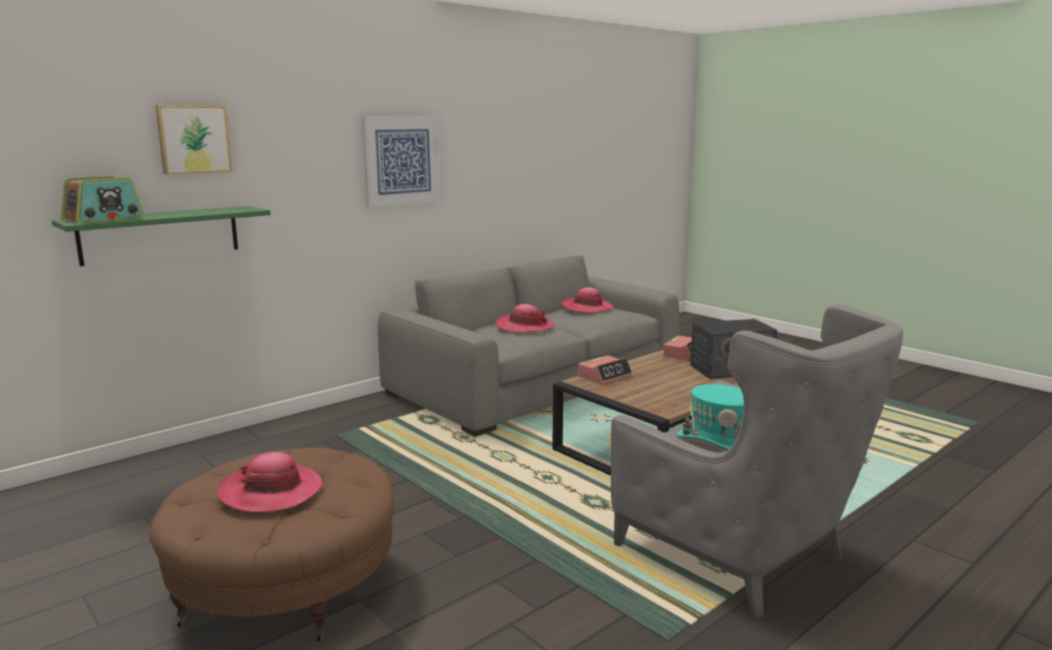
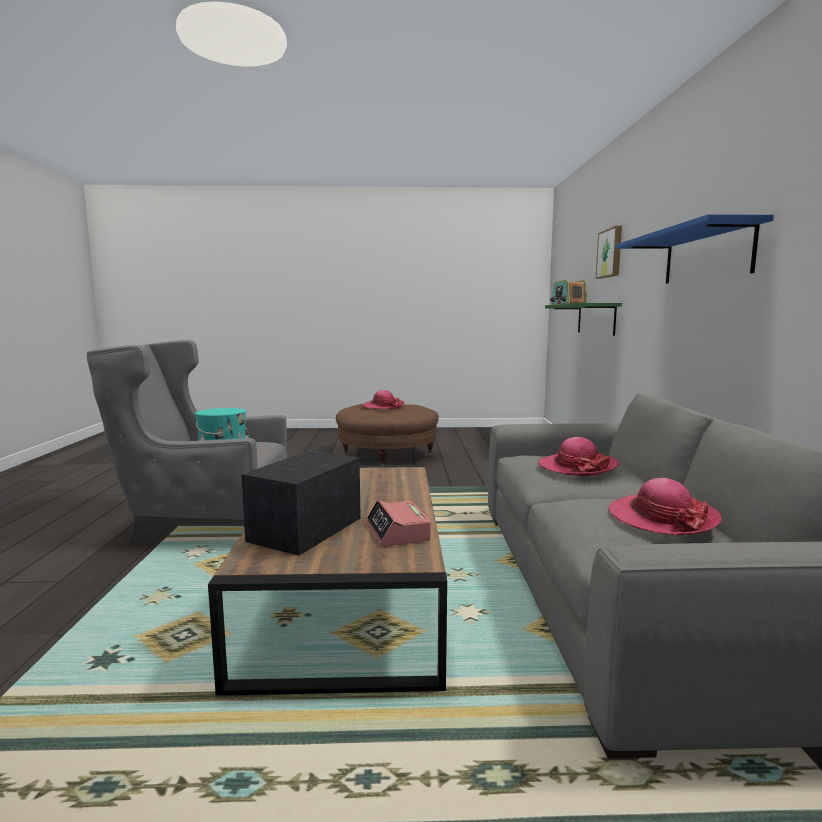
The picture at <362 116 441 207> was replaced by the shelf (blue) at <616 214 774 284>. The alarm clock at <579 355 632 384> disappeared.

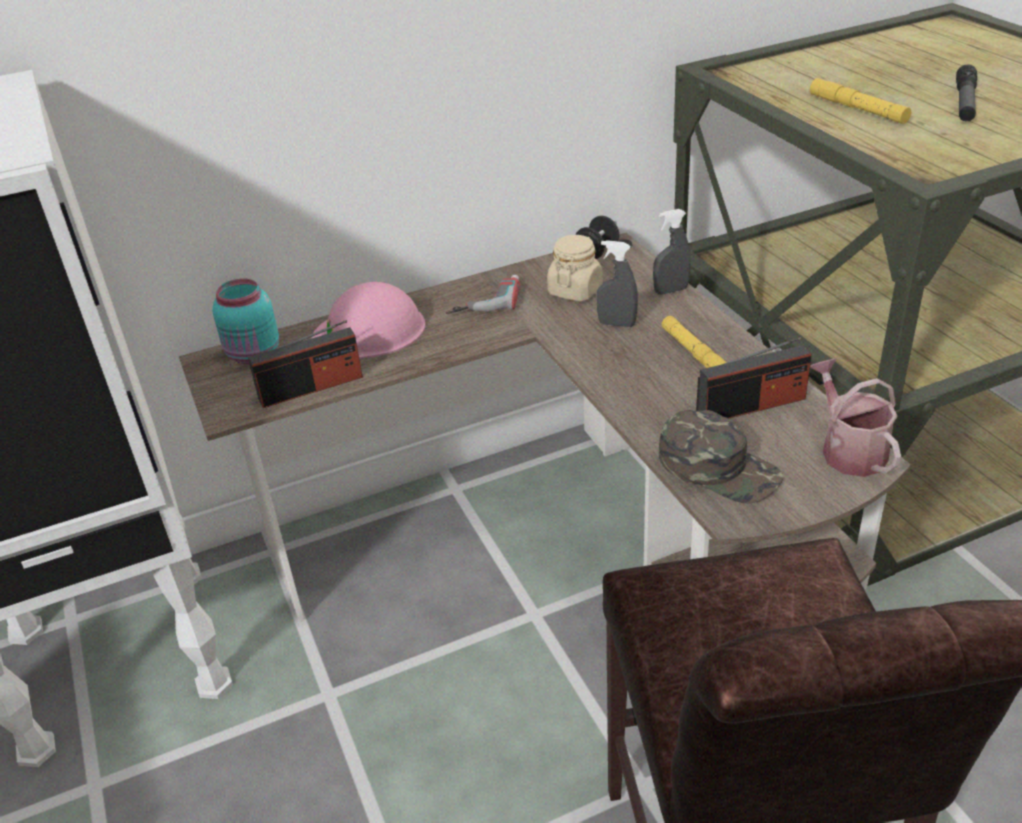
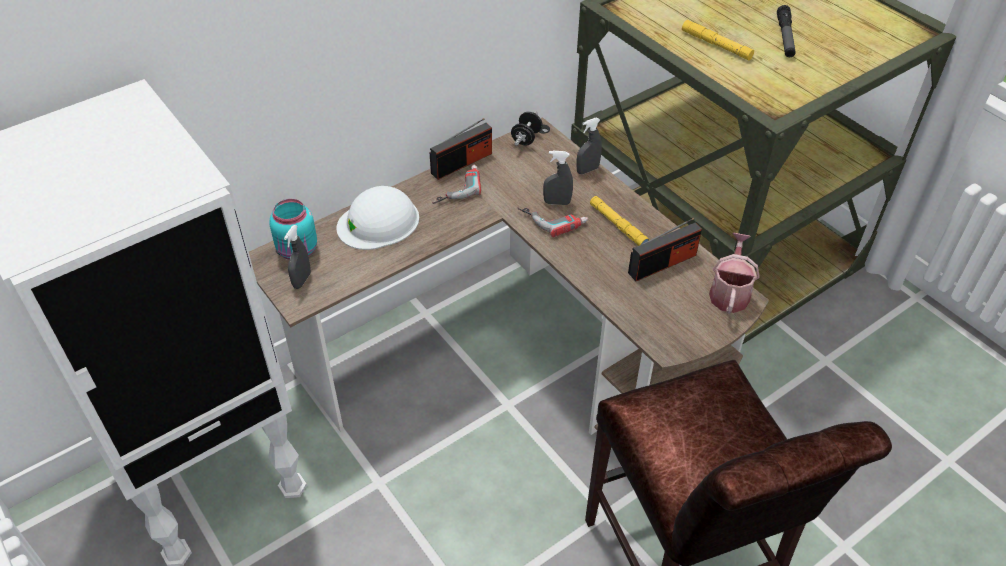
The radio moved from <248 320 363 408> to <430 118 492 180>. The hard hat (pink) at <312 282 426 359> became the hard hat (white) at <336 186 419 250>. The jar (beige) at <547 235 603 301> disappeared. The cap (green) at <658 410 783 503> disappeared. The watering can at <810 358 901 477> turned 45 degrees clockwise. The spray bottle (grey) at <284 225 311 289> appeared. The power drill at <518 207 588 237> appeared.

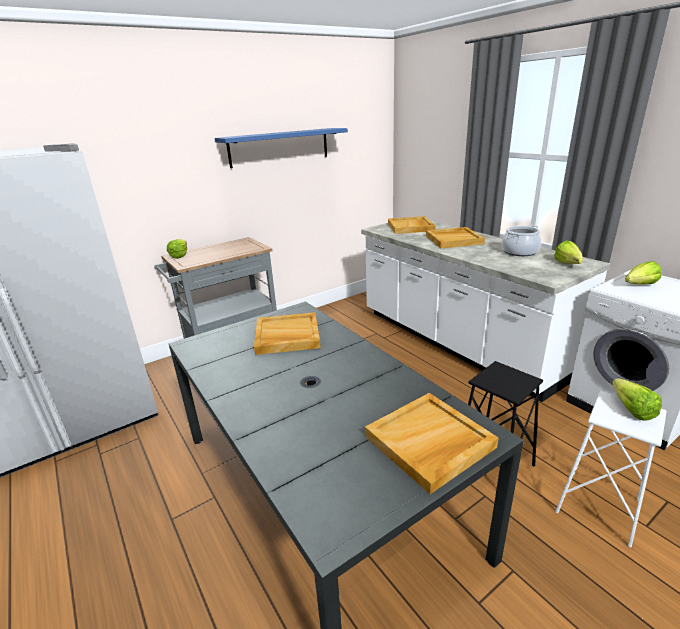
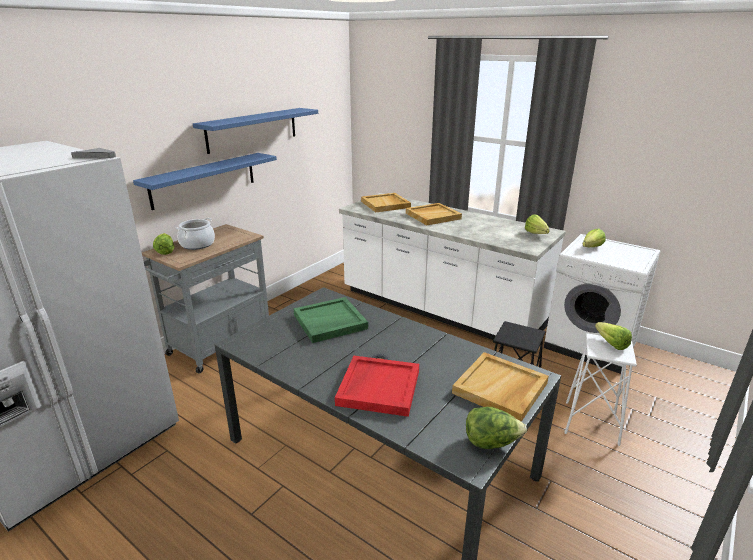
The tray (beige) at <254 312 320 355> became the tray (green) at <293 297 368 343>. The cooking pot moved from <502 225 541 256> to <176 218 215 250>. The shelf (blue) at <133 153 277 210> appeared. The tray (red) at <335 356 419 417> appeared. The lettuce at <466 407 527 449> appeared.

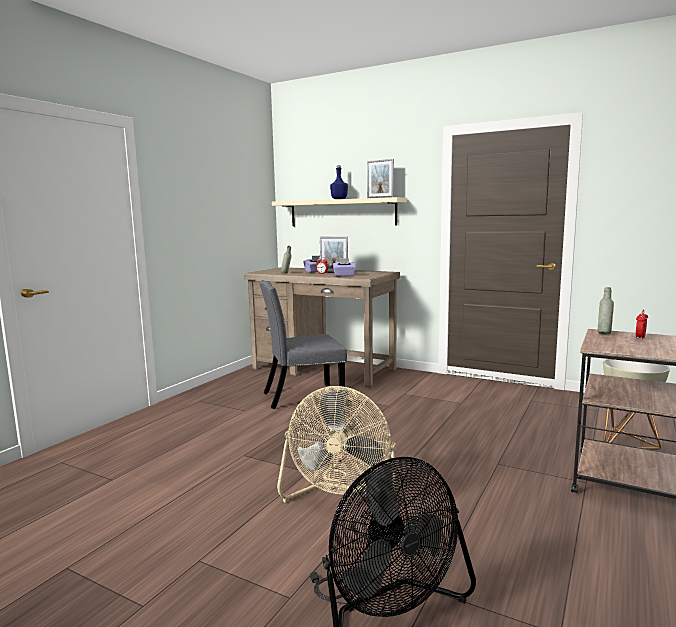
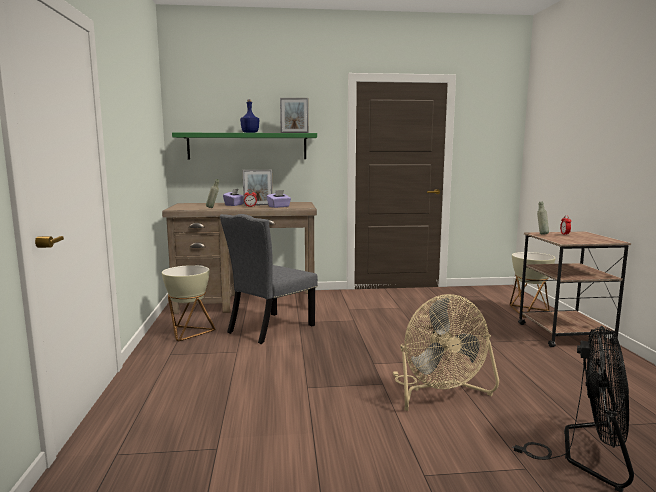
The shelf (beige) at <272 197 407 226> became the shelf (green) at <172 133 317 159>. The planter at <162 265 216 341> appeared.

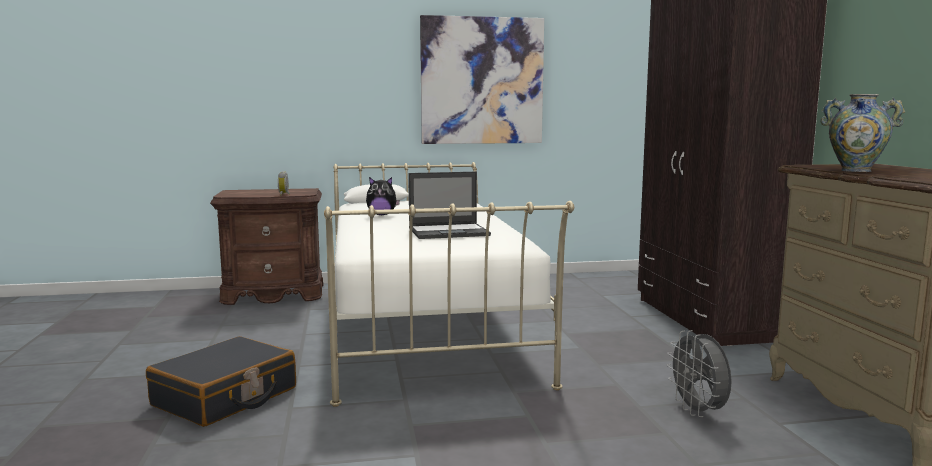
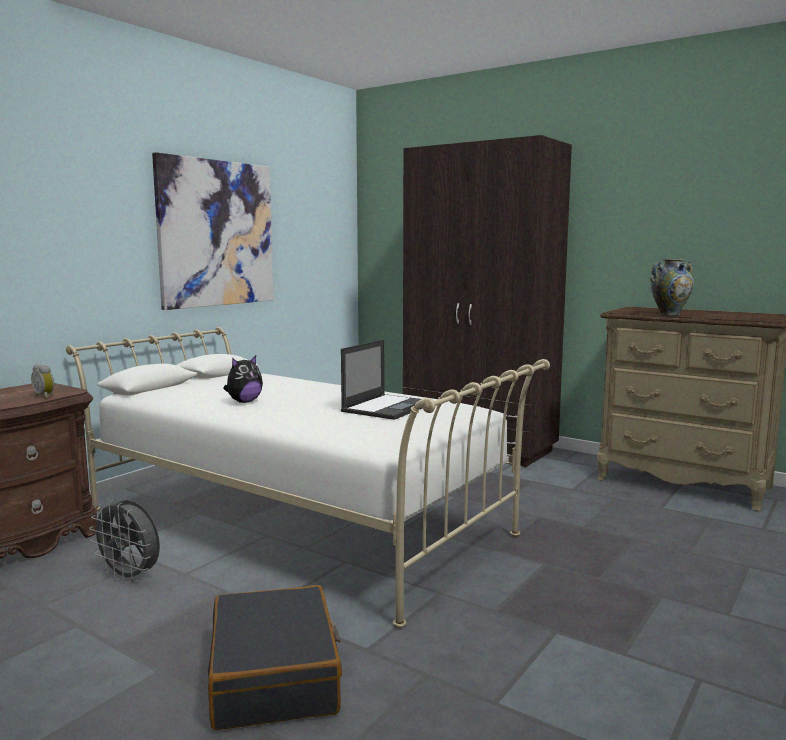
The fan (grey) moved from <667 330 732 417> to <89 500 160 584>.

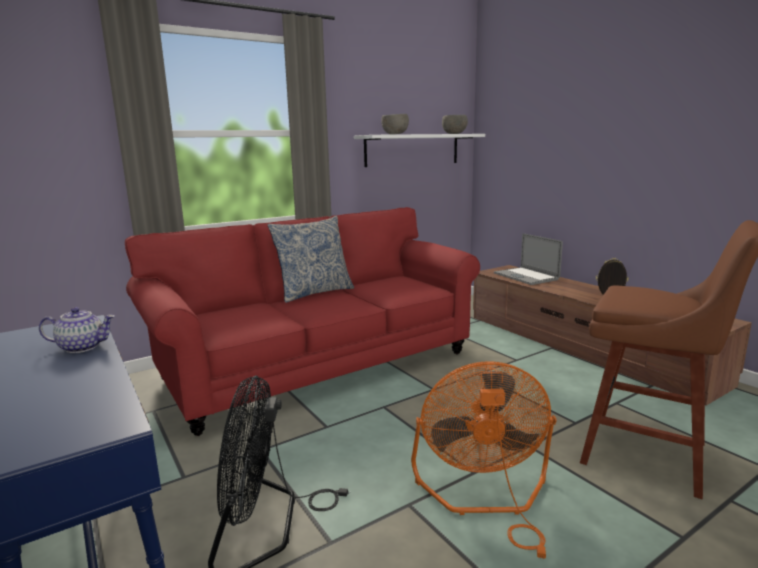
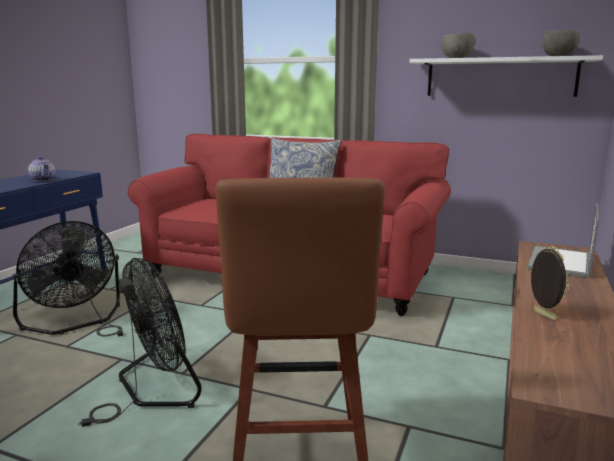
The fan (orange) at <411 362 557 558> became the fan (black) at <78 258 201 427>.

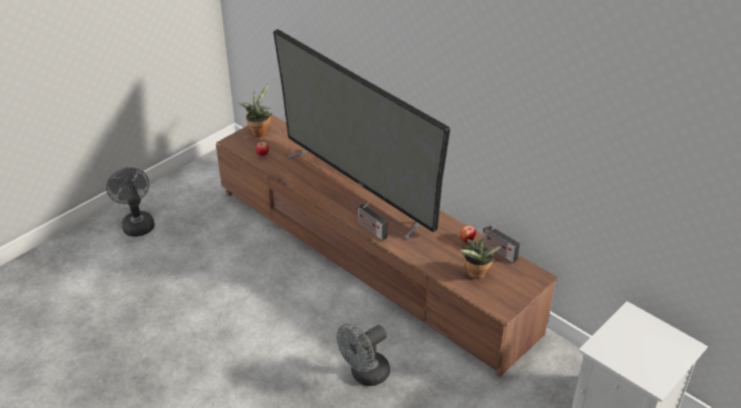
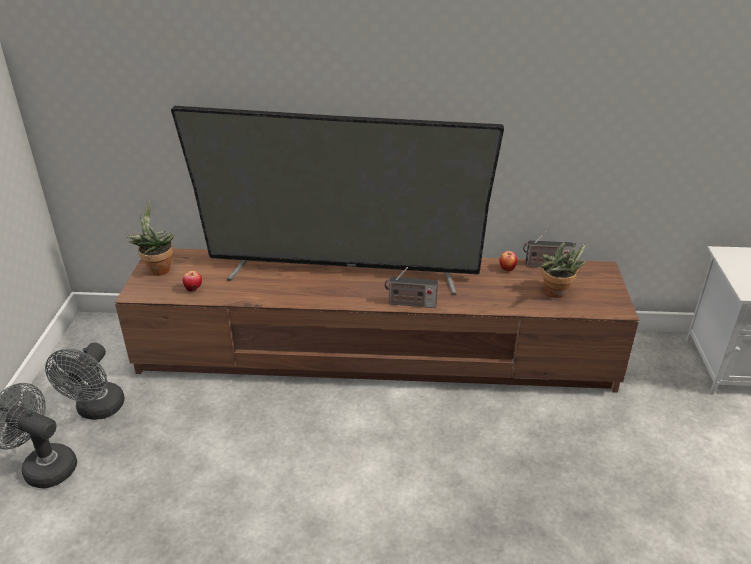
The fan (grey) moved from <337 323 390 386> to <45 342 125 420>.

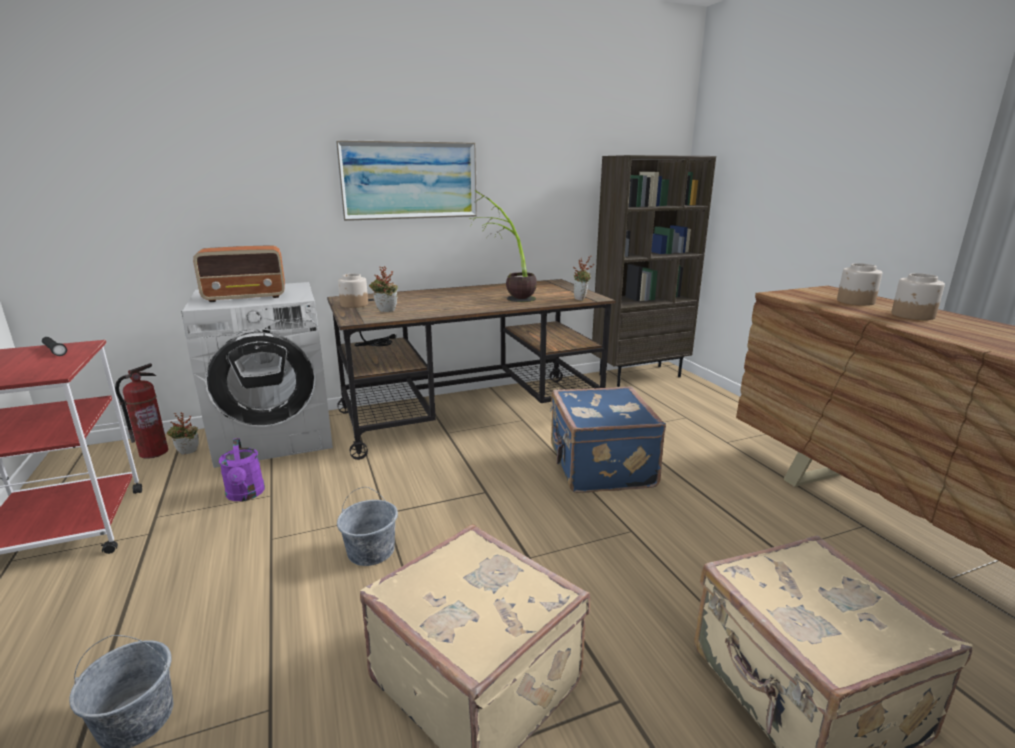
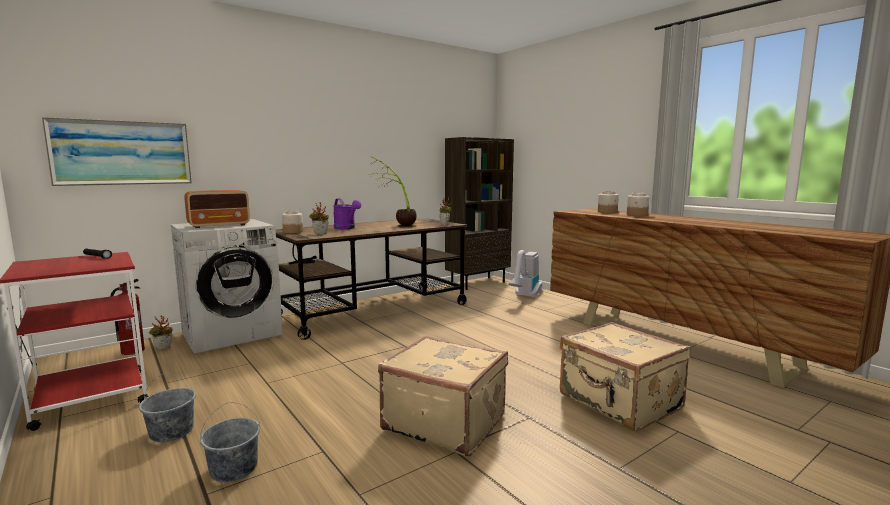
The watering can (purple) moved from <219 438 265 501> to <333 199 361 229>. The picture moved from <335 140 477 221> to <42 117 192 186>. The bucket (grey) moved from <337 487 398 566> to <139 373 196 442>. The suitcase (blue) at <550 387 666 493> disappeared. The vacuum cleaner at <508 250 542 298> appeared.

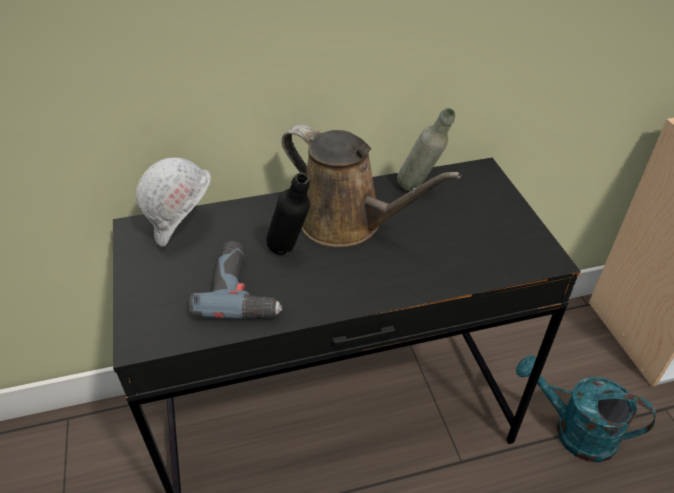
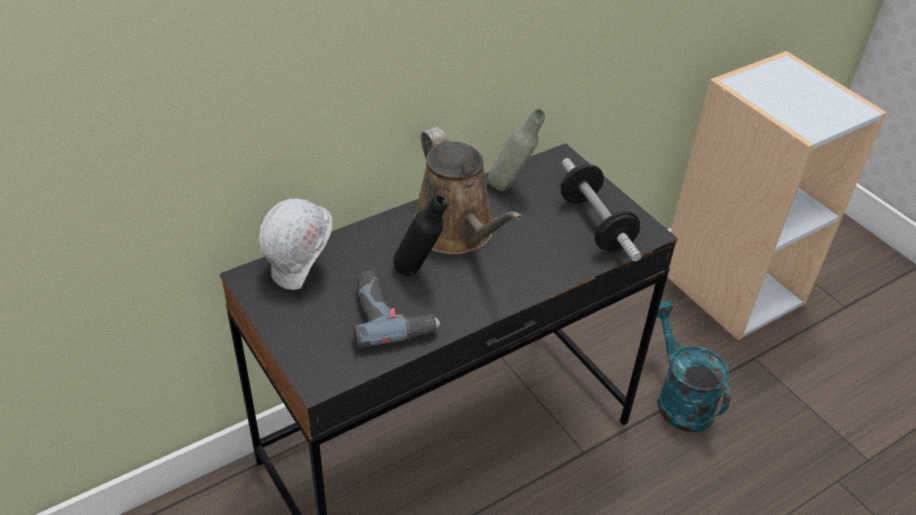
The watering can (brown) at <282 125 461 247> turned 45 degrees clockwise. The watering can (turquoise) at <516 355 656 462> turned 60 degrees clockwise. The dumbbell at <561 158 642 261> appeared.

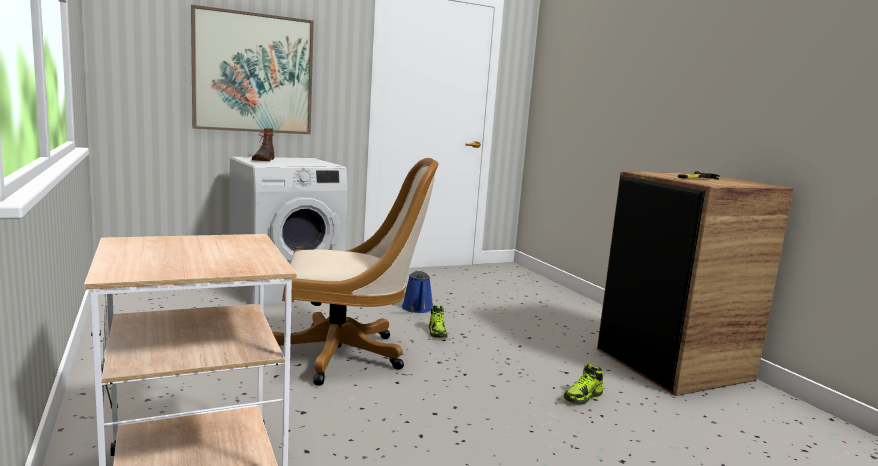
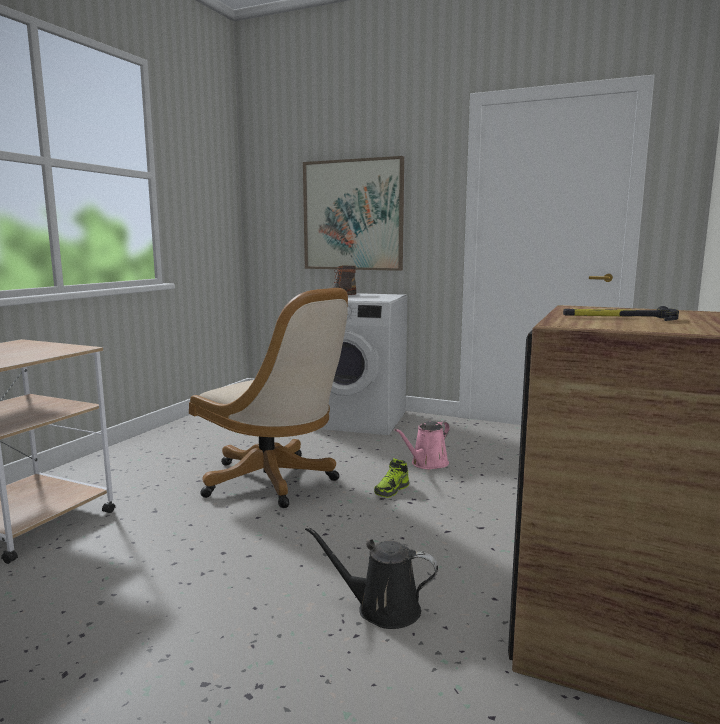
The watering can (blue) at <402 270 433 313> became the watering can (pink) at <395 421 450 469>. The shoe at <564 363 603 406> was replaced by the watering can (black) at <305 527 438 629>.

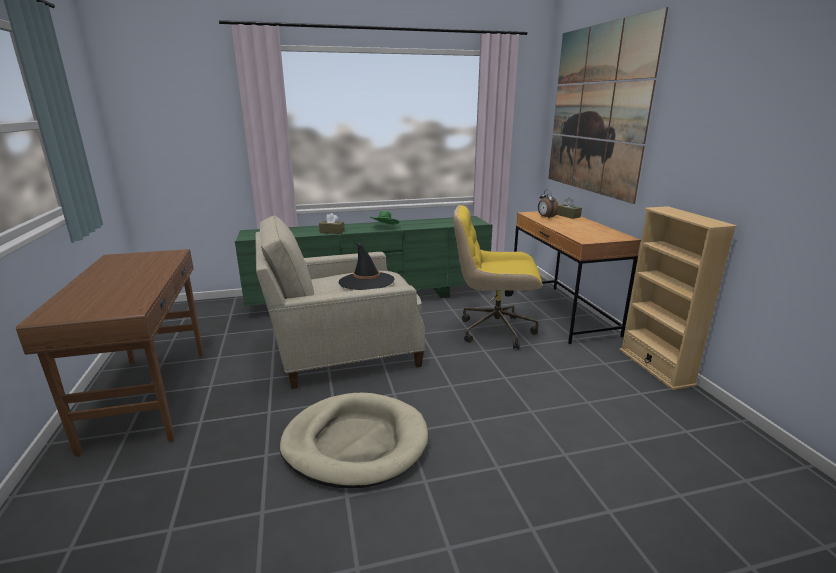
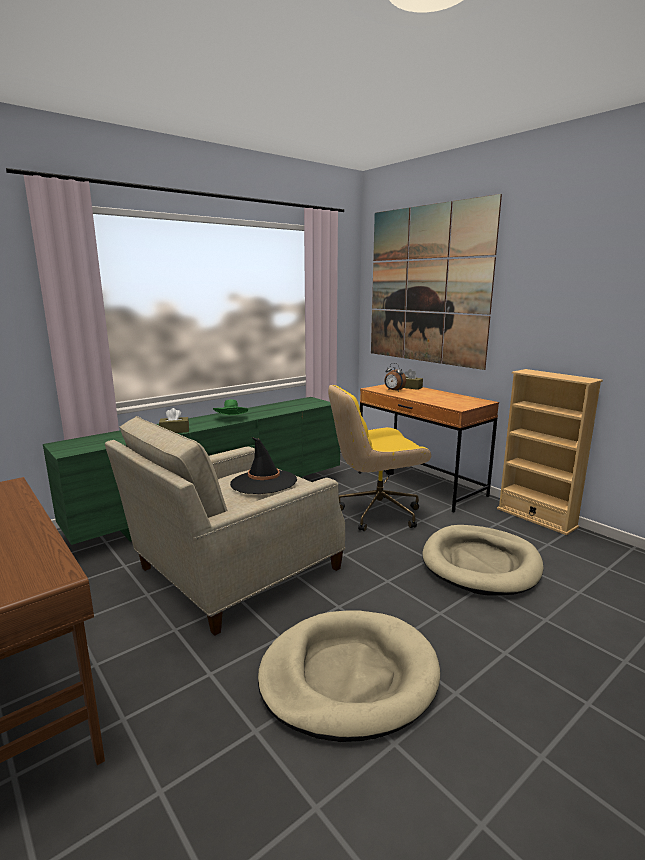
The dog bed (beige) at <422 525 544 596> appeared.

